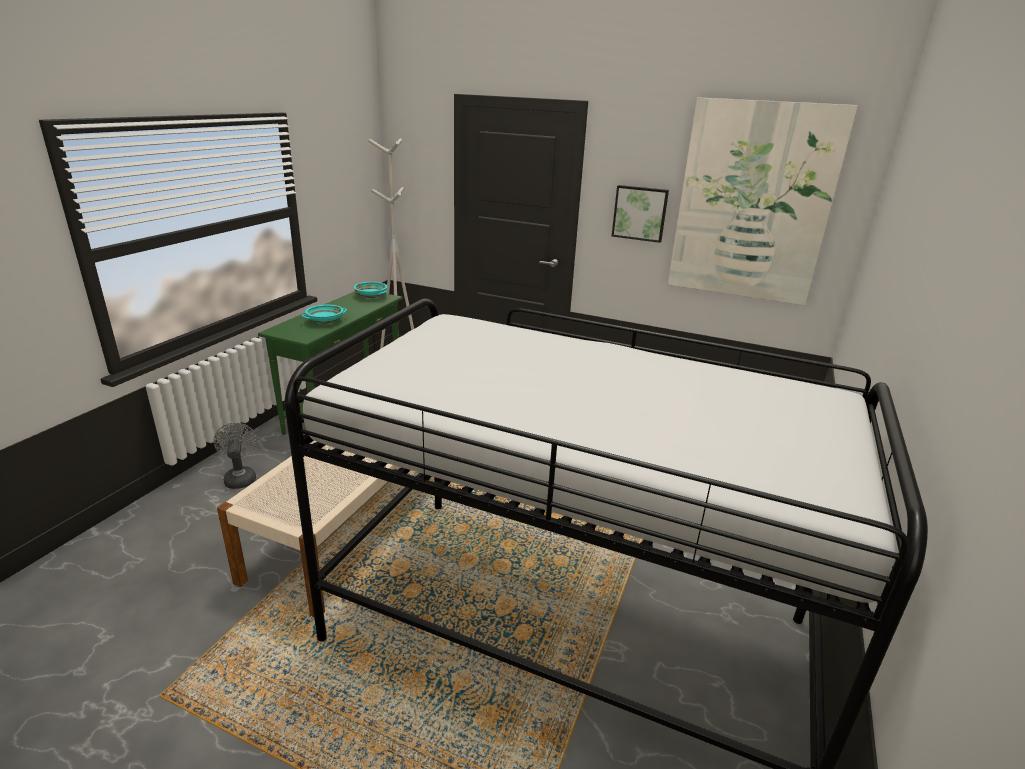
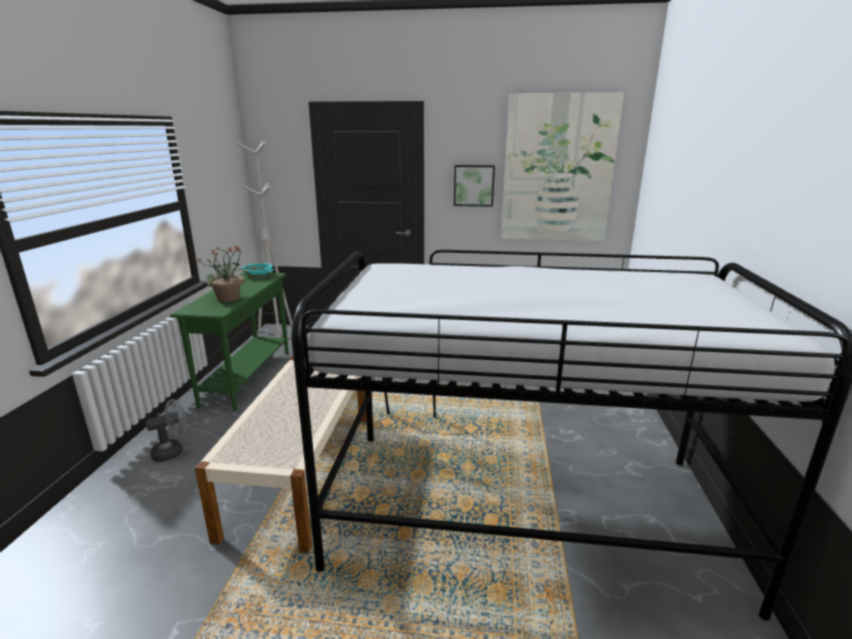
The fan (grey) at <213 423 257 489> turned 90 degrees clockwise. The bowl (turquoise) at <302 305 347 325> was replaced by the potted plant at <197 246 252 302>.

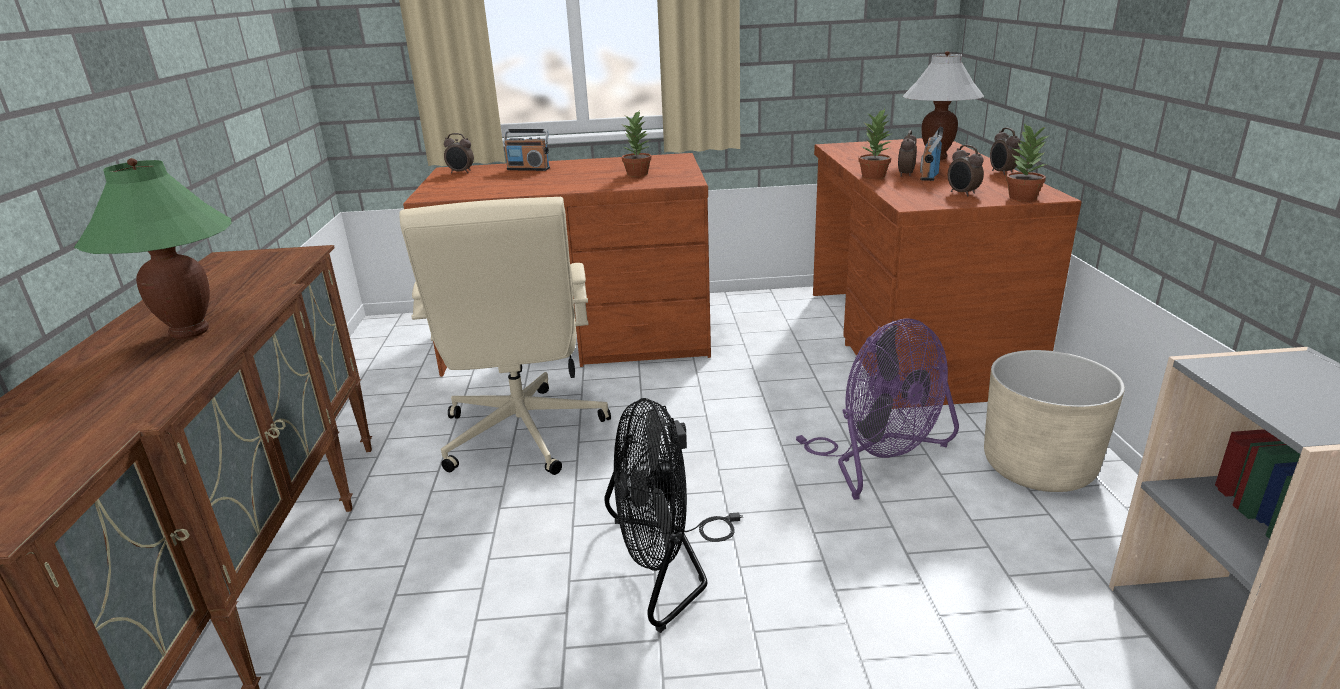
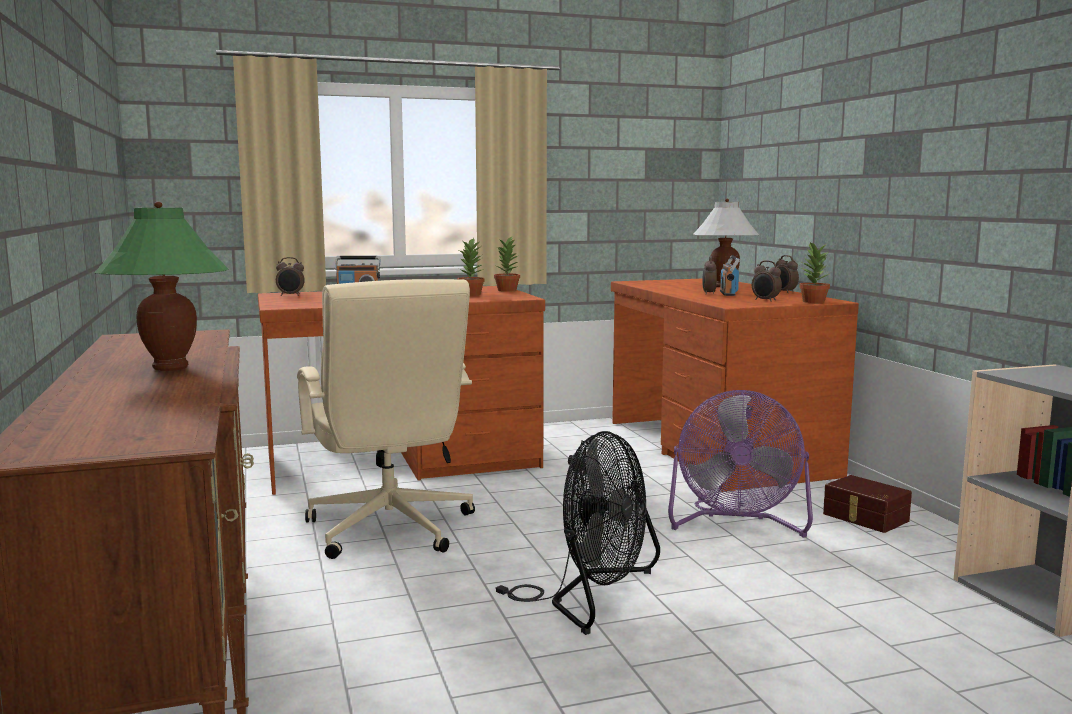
The fan (black) at <604 398 743 633> turned 120 degrees counterclockwise. The fan (purple) at <796 318 959 500> turned 60 degrees clockwise. The potted plant moved from <858 109 891 179> to <494 237 520 292>. The planter (beige) at <984 350 1125 492> was replaced by the storage box (brown) at <823 475 912 533>.

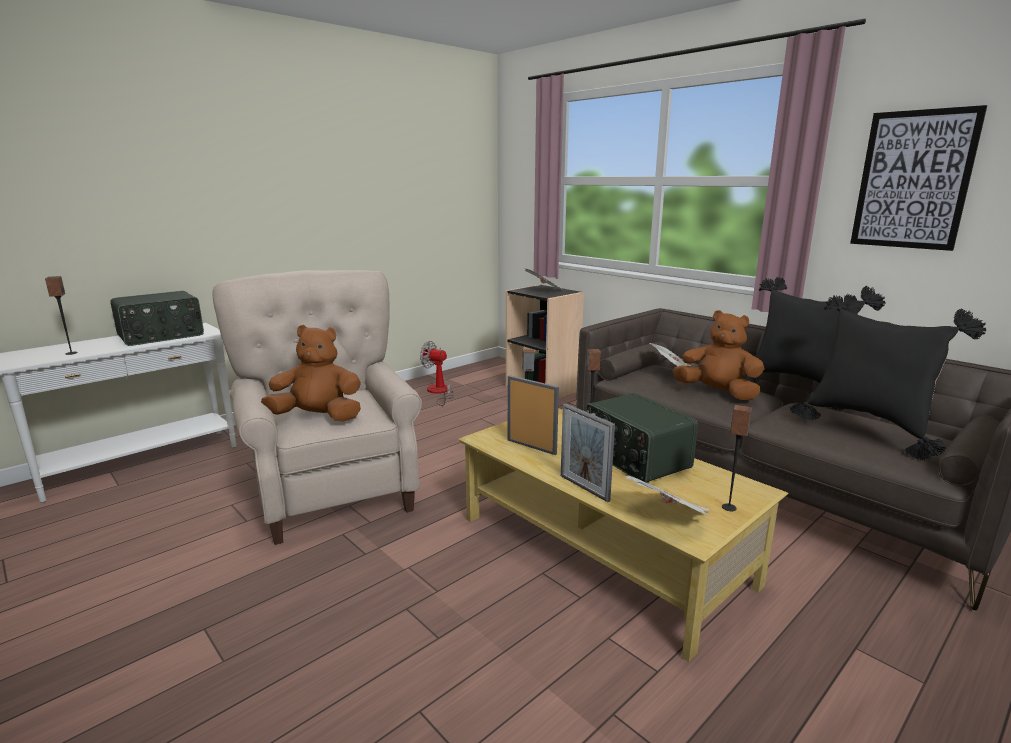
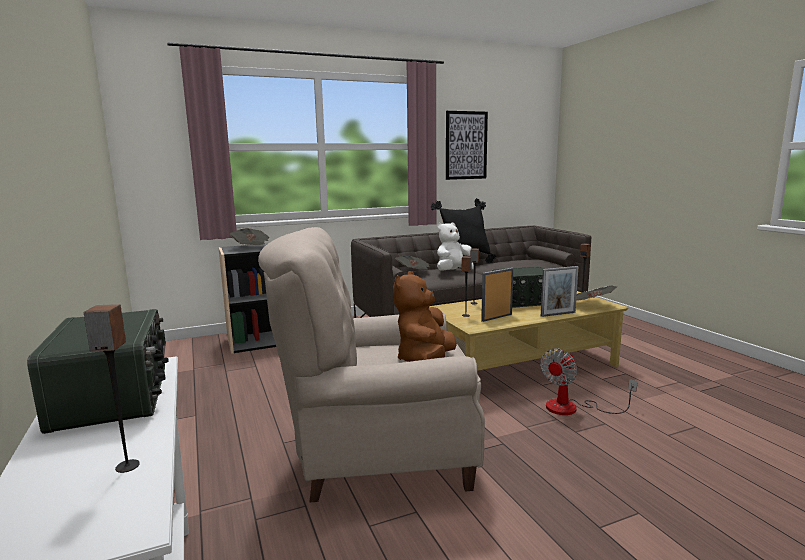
The fan moved from <420 341 455 406> to <540 349 638 415>. The plush toy (brown) at <673 310 765 400> became the plush toy (white) at <437 222 474 271>. The pillow (black) at <790 294 986 461> disappeared.

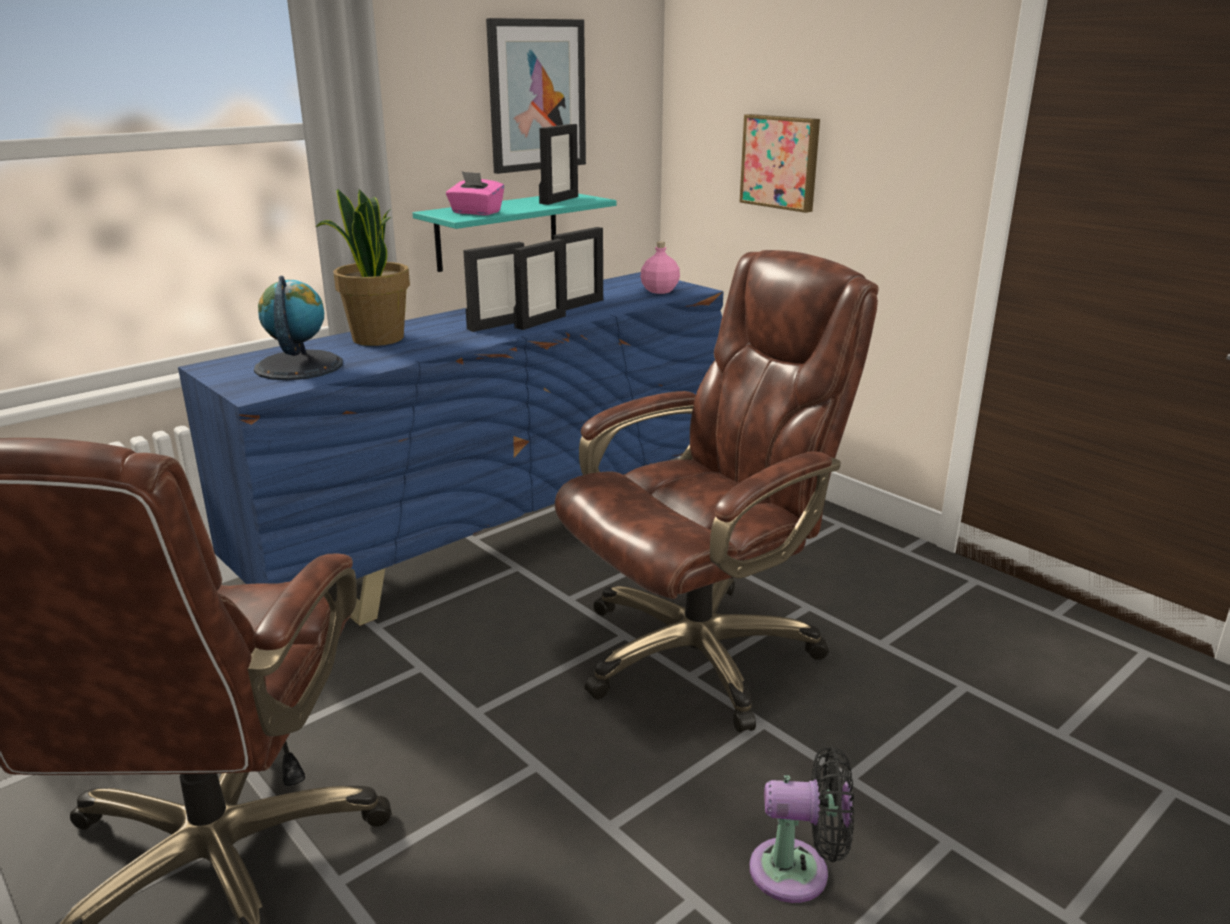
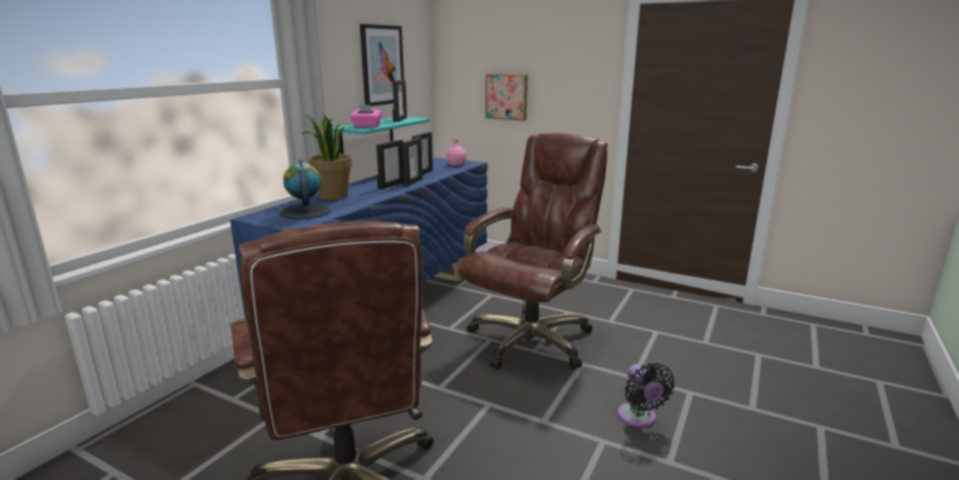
The fan (black) at <750 747 854 903> turned 90 degrees clockwise.

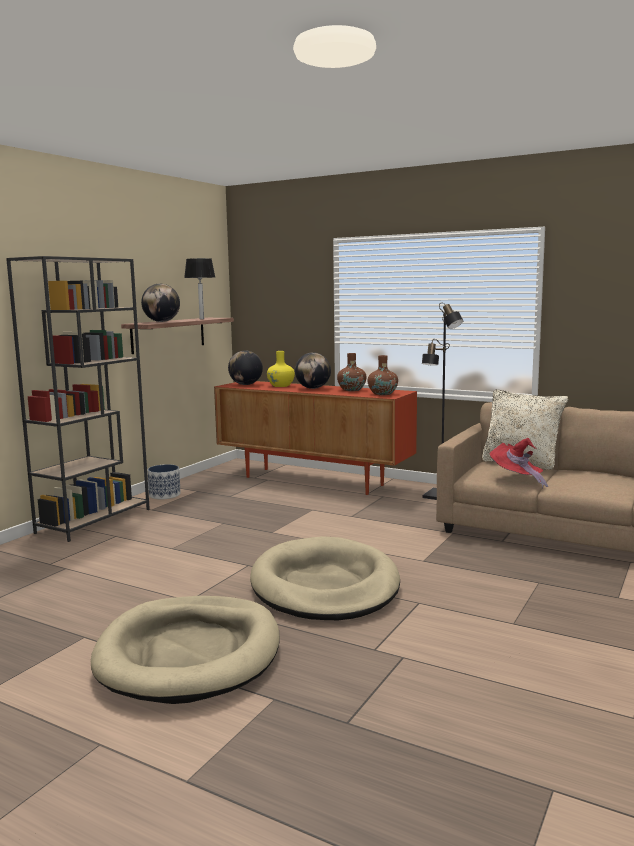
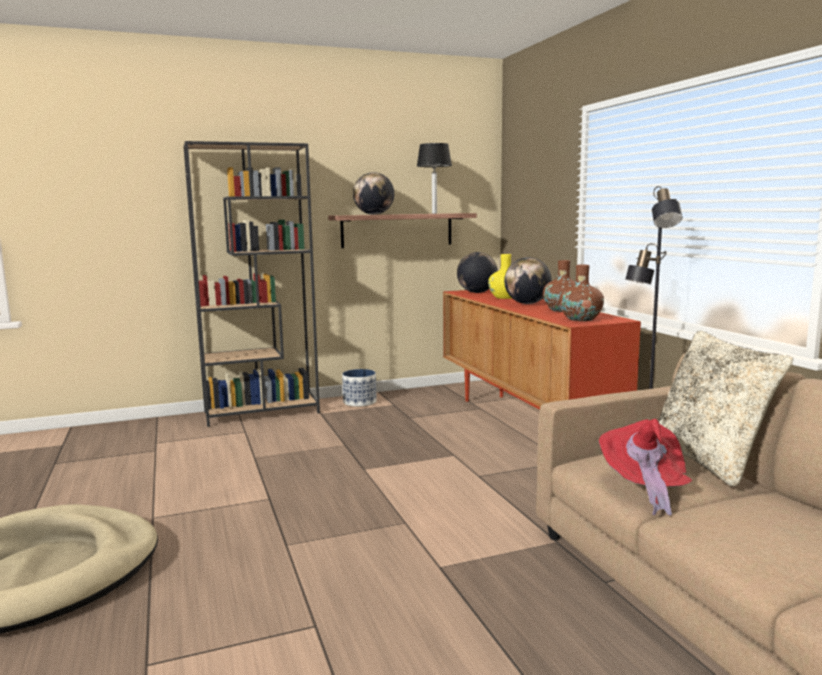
The dog bed (beige) at <250 536 400 620> disappeared.

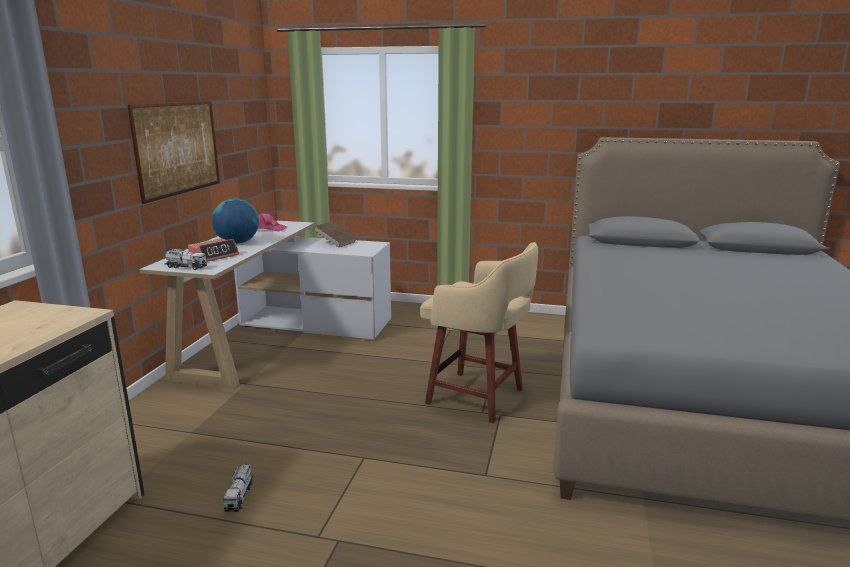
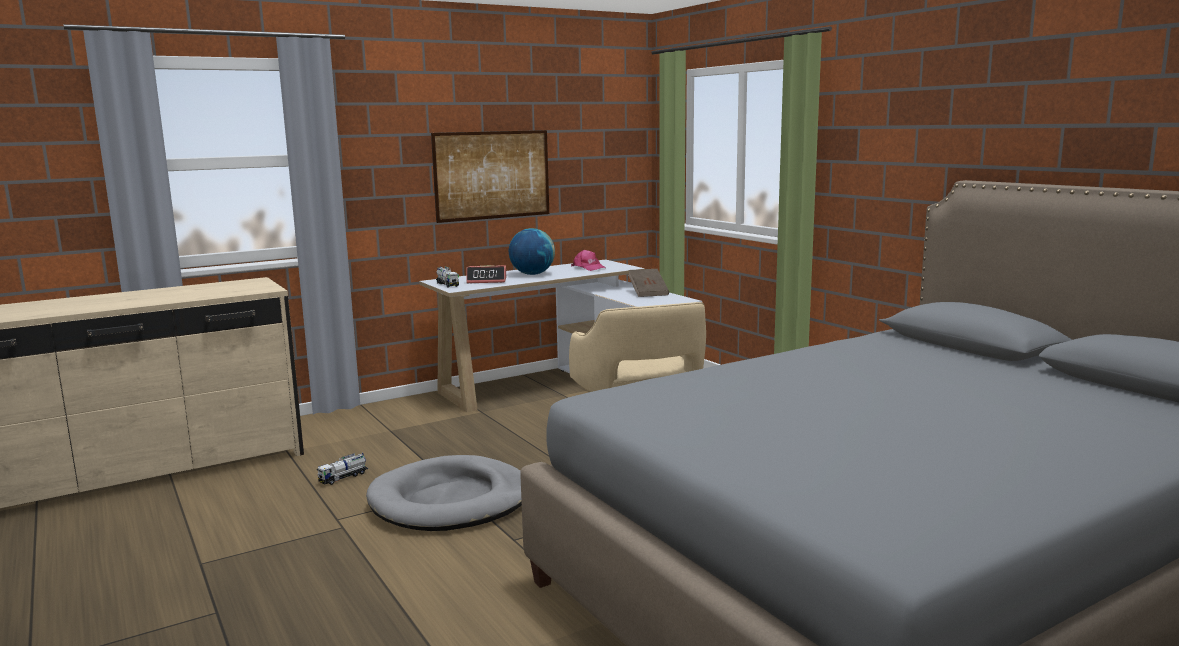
The dog bed (grey) at <366 455 522 531> appeared.

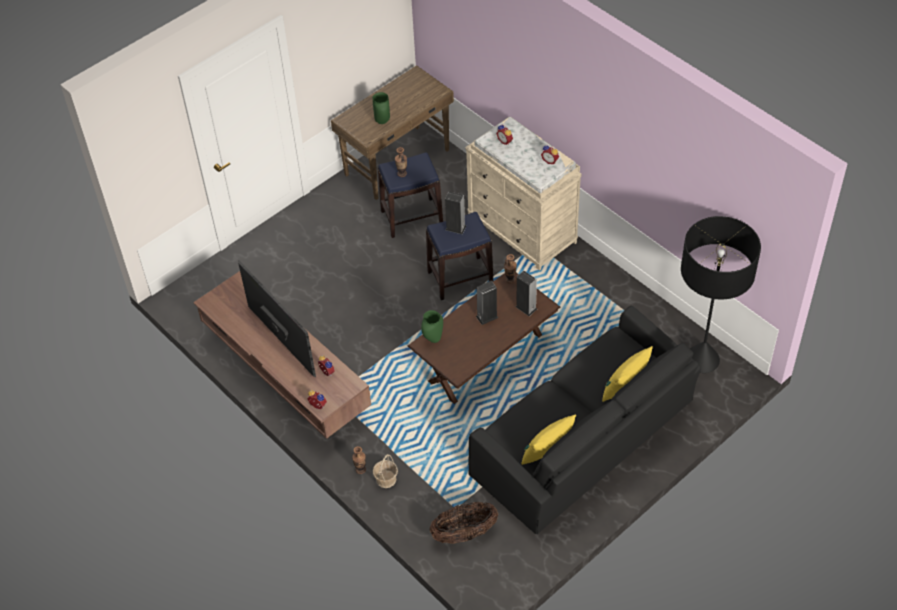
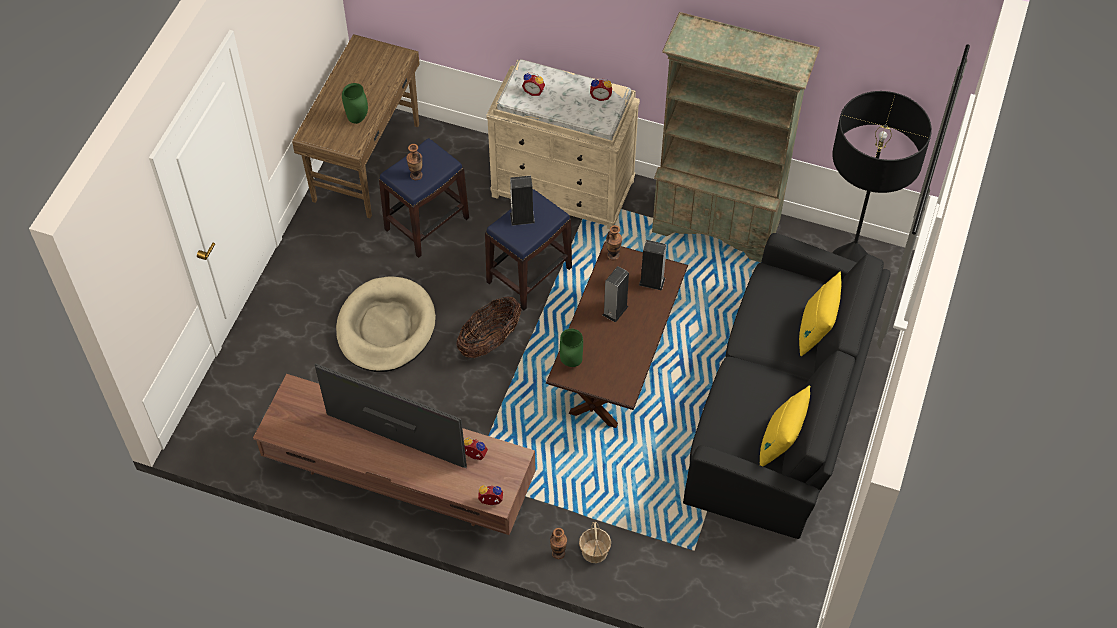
The basket moved from <430 502 498 544> to <456 297 521 358>. The dog bed (beige) at <336 276 436 372> appeared. The bookcase (green) at <652 12 820 262> appeared.

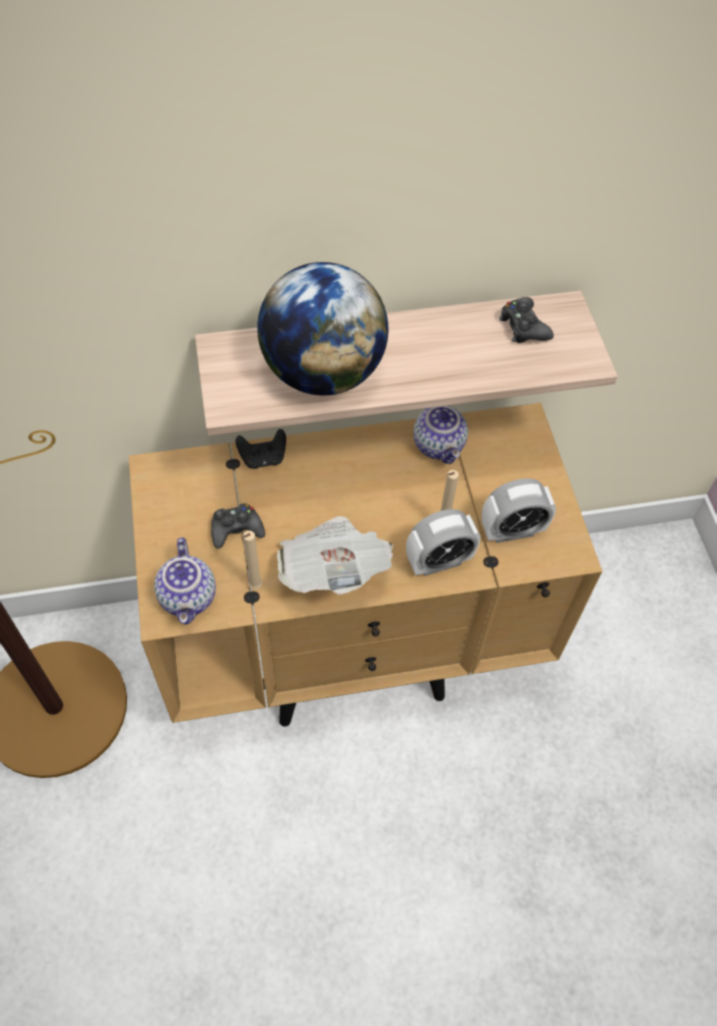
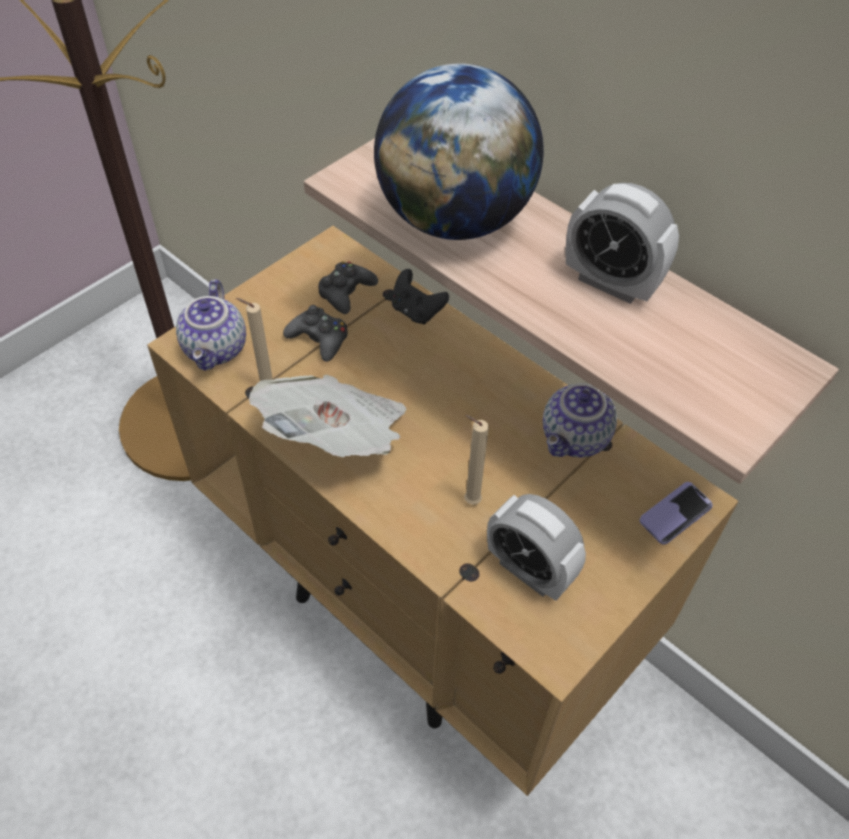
The teapot at <154 537 216 625> turned 45 degrees counterclockwise. The alarm clock moved from <406 509 480 576> to <565 183 679 304>. The game controller (black) moved from <499 297 554 343> to <318 261 378 314>. The phone at <639 482 713 545> appeared.

